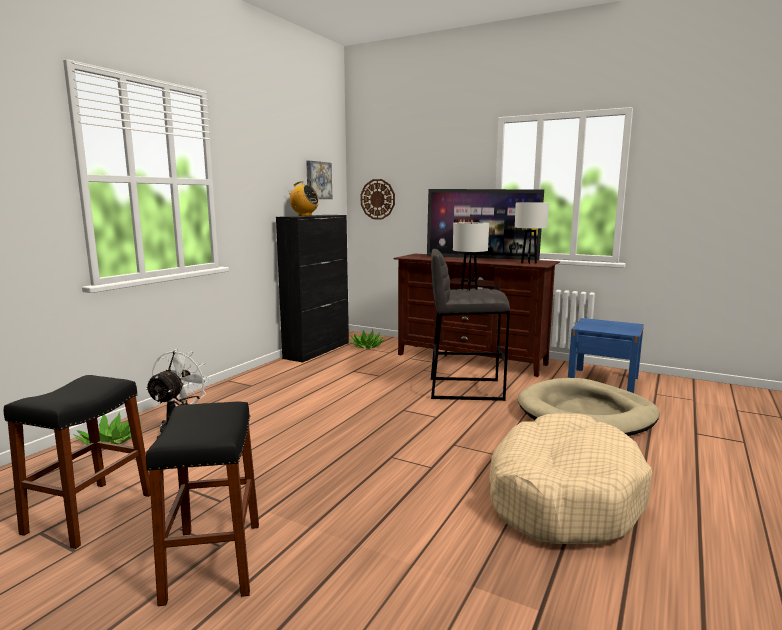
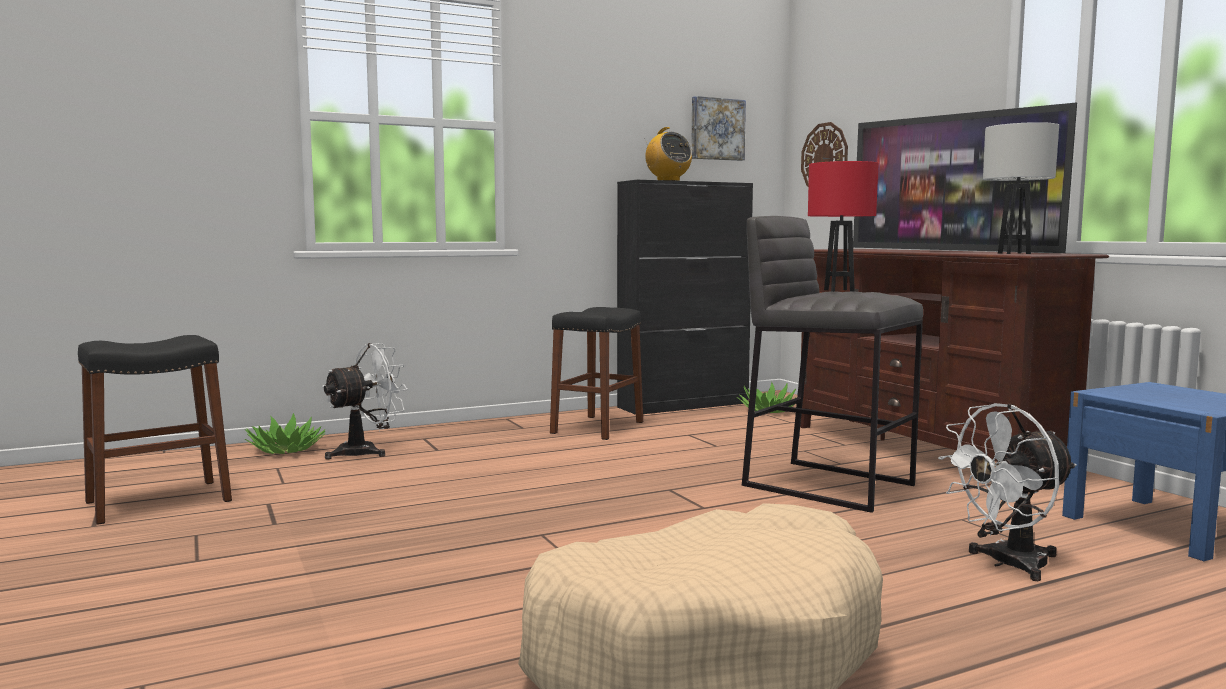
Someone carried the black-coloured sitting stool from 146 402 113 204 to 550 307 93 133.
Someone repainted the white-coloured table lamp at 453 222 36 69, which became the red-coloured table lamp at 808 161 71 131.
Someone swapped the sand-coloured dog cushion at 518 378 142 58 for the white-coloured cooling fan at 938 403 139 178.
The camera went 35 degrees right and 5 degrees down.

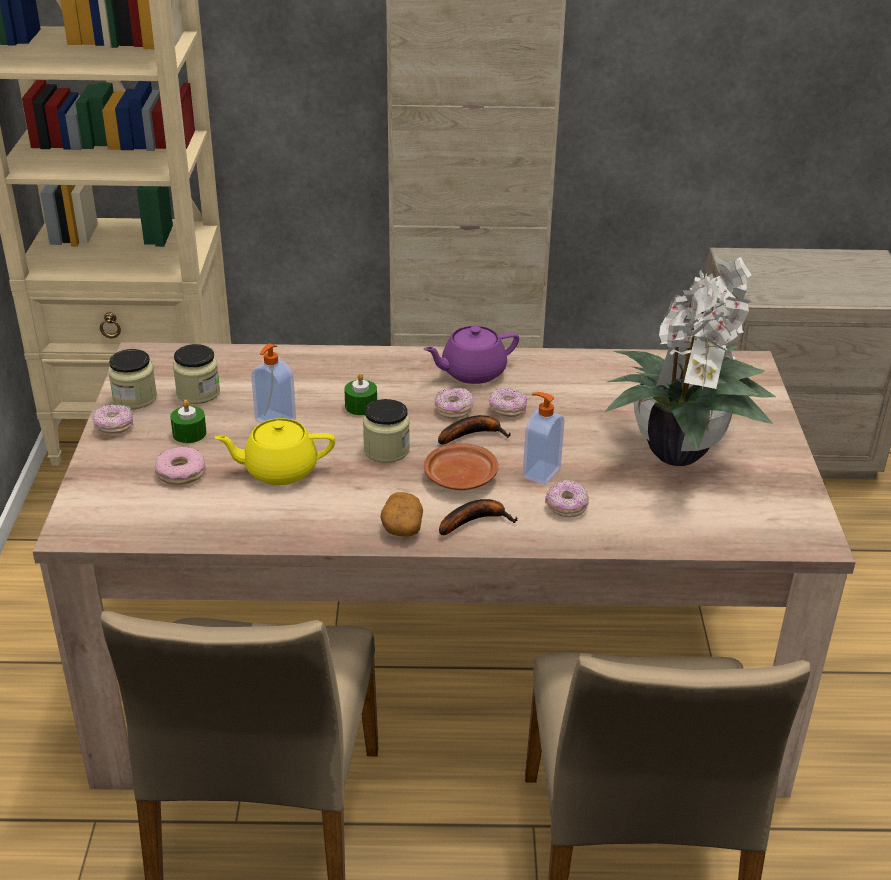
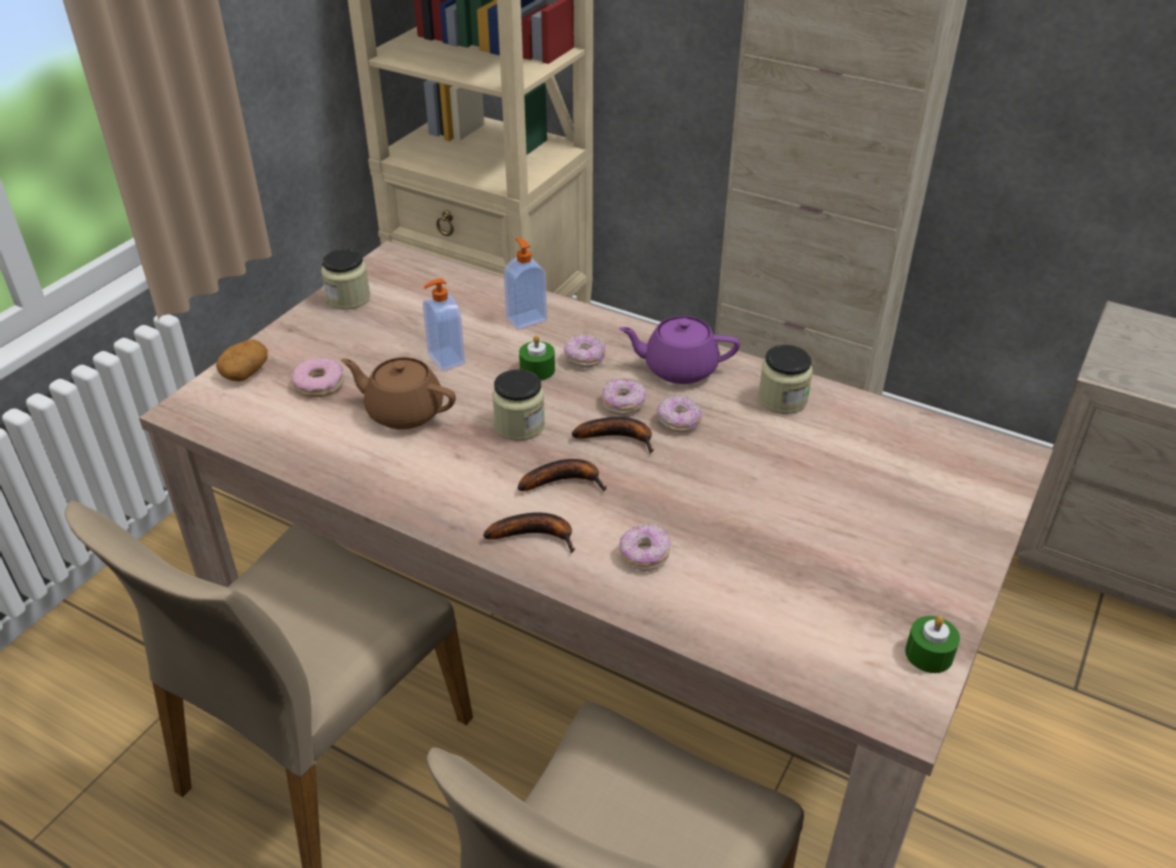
Someone carried the potato from 381 492 42 45 to 216 340 52 42.
Someone repainted the yellow tea pot at 214 418 121 67, which became the brown-coloured tea pot at 341 357 115 72.
Someone carried the soap dispenser from 523 392 42 93 to 504 238 43 92.
Someone swapped the brown-coloured dinner plate at 424 443 75 47 for the banana at 518 459 89 32.
Someone carried the donut from 92 405 41 29 to 564 334 42 33.
Someone carried the storage jar from 173 344 47 60 to 758 345 55 69.
Someone carried the greenish candle from 170 399 37 44 to 905 616 55 57.
Someone took away the houseplant at 604 255 172 211.
The camera went 30 degrees right and 5 degrees up.

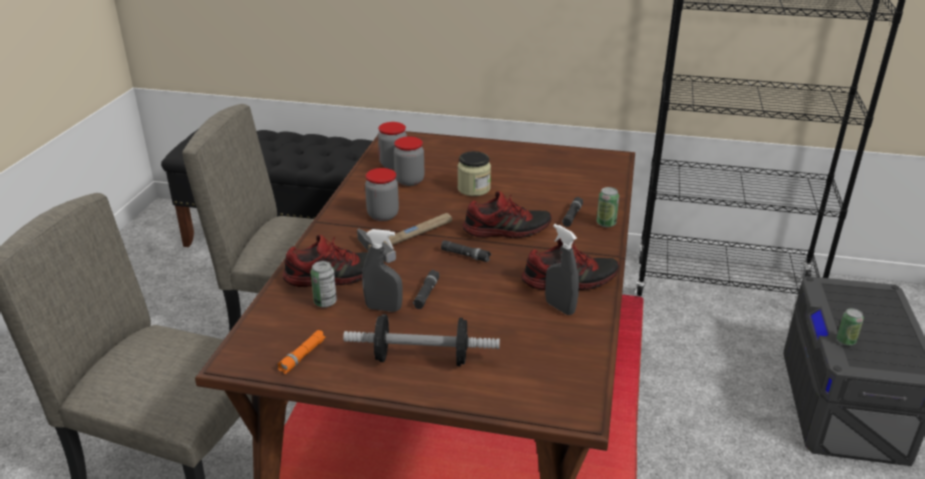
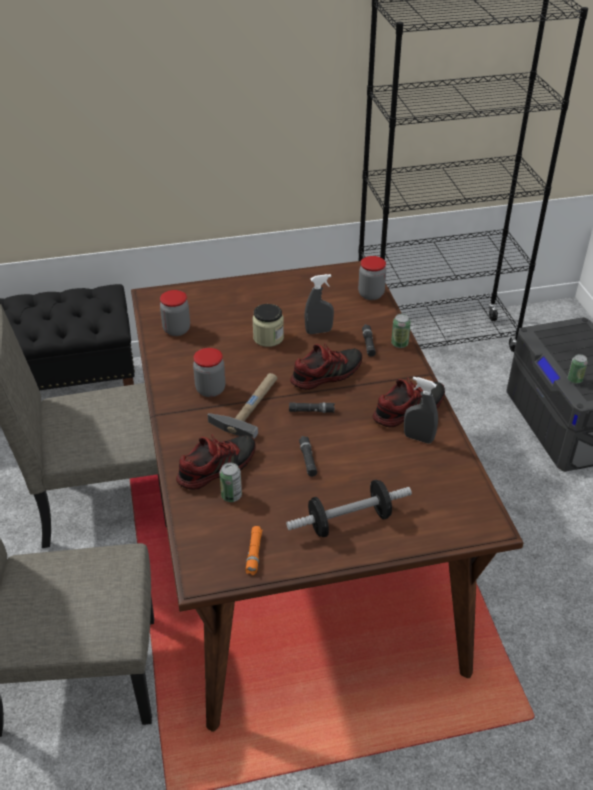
Someone carried the gray spray bottle from 362 229 40 83 to 304 274 30 60.
Someone carried the storage jar from 394 137 31 49 to 358 256 28 44.
The camera went 25 degrees left and 10 degrees up.

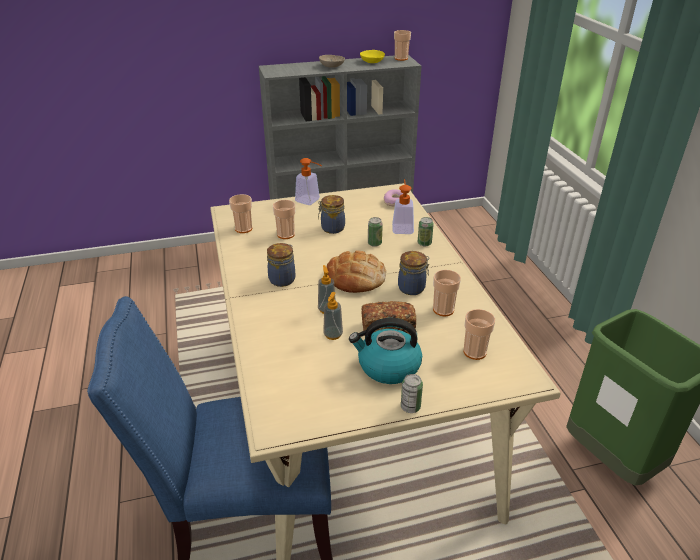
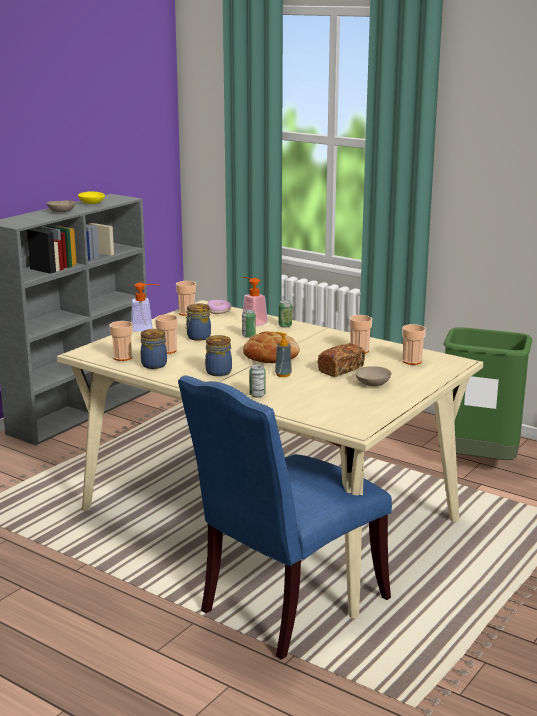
Someone carried the storage jar from 398 251 32 44 to 141 329 26 40.
Someone carried the small cup from 394 30 17 31 to 176 281 20 35.
Someone carried the can from 401 374 22 39 to 249 364 17 33.
Someone swapped the water kettle at 349 318 73 66 for the sand-coloured serving bowl at 355 366 37 20.
Someone took away the soap dispenser at 323 292 20 48.
The camera went 40 degrees left and 15 degrees down.

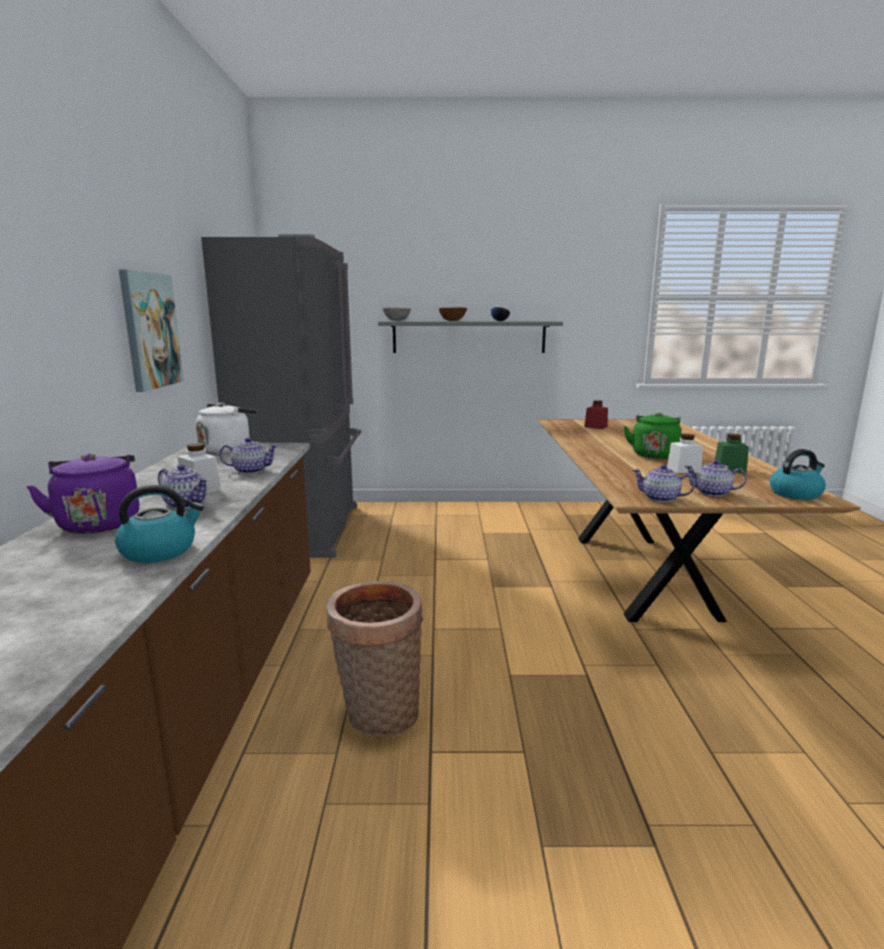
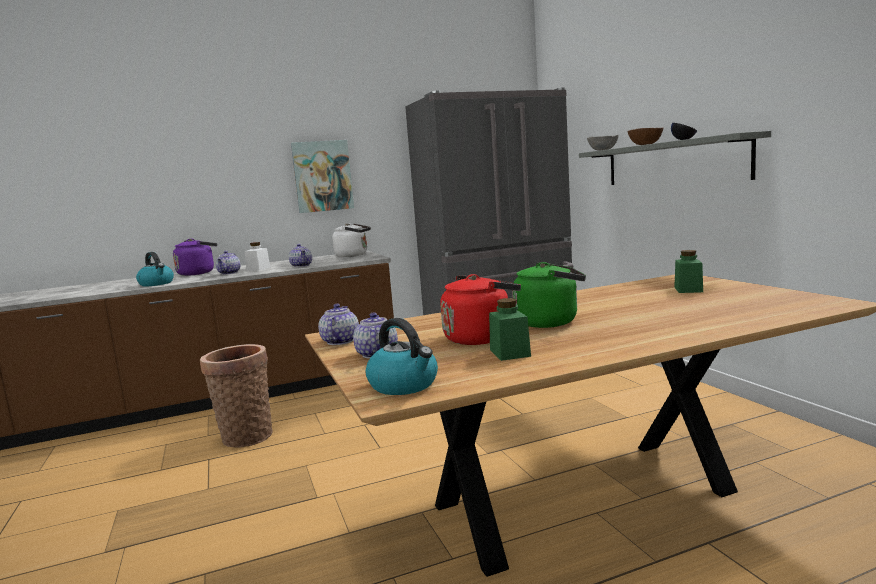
Someone swapped the white-coloured storage jar at 667 434 36 39 for the red-coloured water kettle at 440 274 81 71.
Someone repainted the red-coloured storage jar at 584 400 24 29, which became the greenish storage jar at 674 250 29 43.
The camera went 70 degrees right and 5 degrees down.

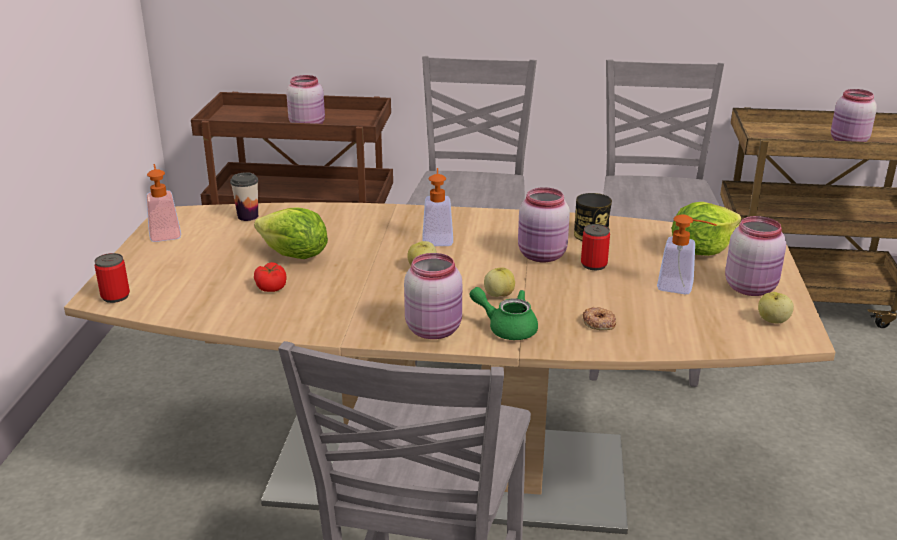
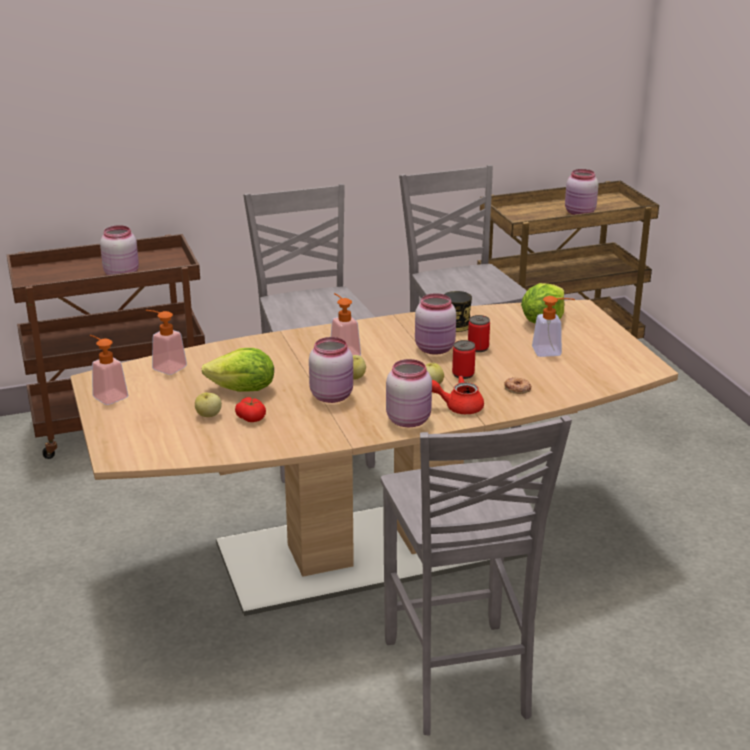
Someone swapped the small cup at 230 172 28 49 for the soap dispenser at 146 310 41 65.
Someone carried the whole apple from 758 292 36 32 to 195 392 27 25.
Someone carried the pink storage jar from 725 216 61 80 to 309 337 44 66.
Someone repainted the greenish tea pot at 470 287 68 53, which became the red-coloured tea pot at 432 376 52 38.
Someone carried the can from 94 253 36 50 to 452 340 24 39.
The camera went 25 degrees left and 0 degrees up.

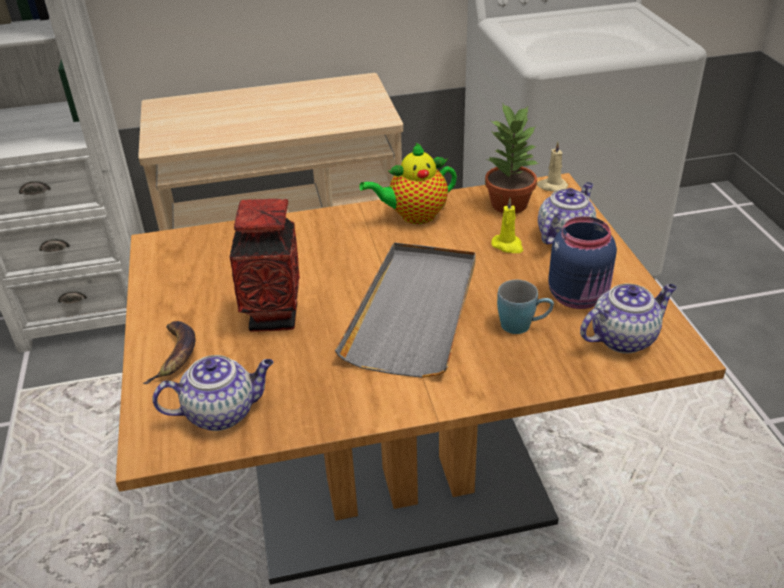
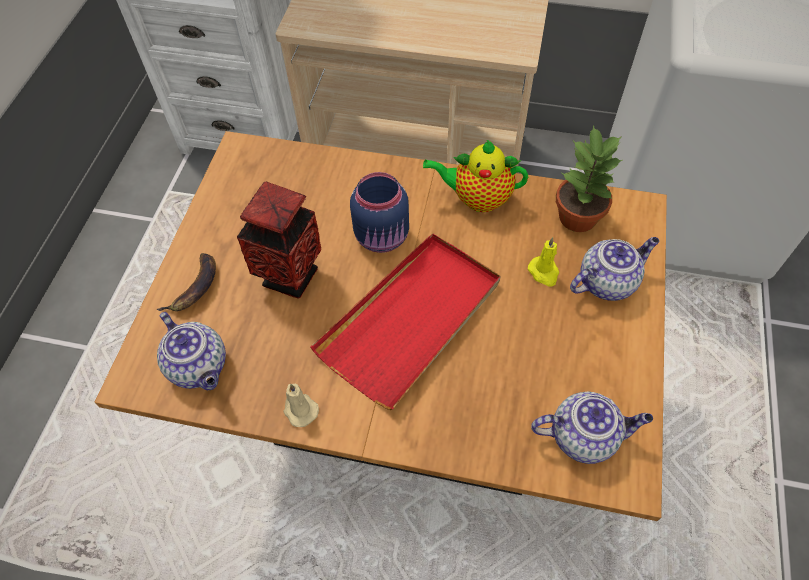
Someone rotated the tea pot at 152 355 122 76 by 45 degrees clockwise.
Someone carried the sand-coloured candle from 537 141 31 51 to 284 384 35 43.
Someone repainted the gray serving tray at 335 243 141 135, which became the red-coloured serving tray at 311 233 189 177.
Someone carried the blue storage jar from 548 216 69 93 to 350 172 59 81.
Someone took away the blue coffee mug at 497 280 57 54.
The camera went 25 degrees right and 20 degrees up.

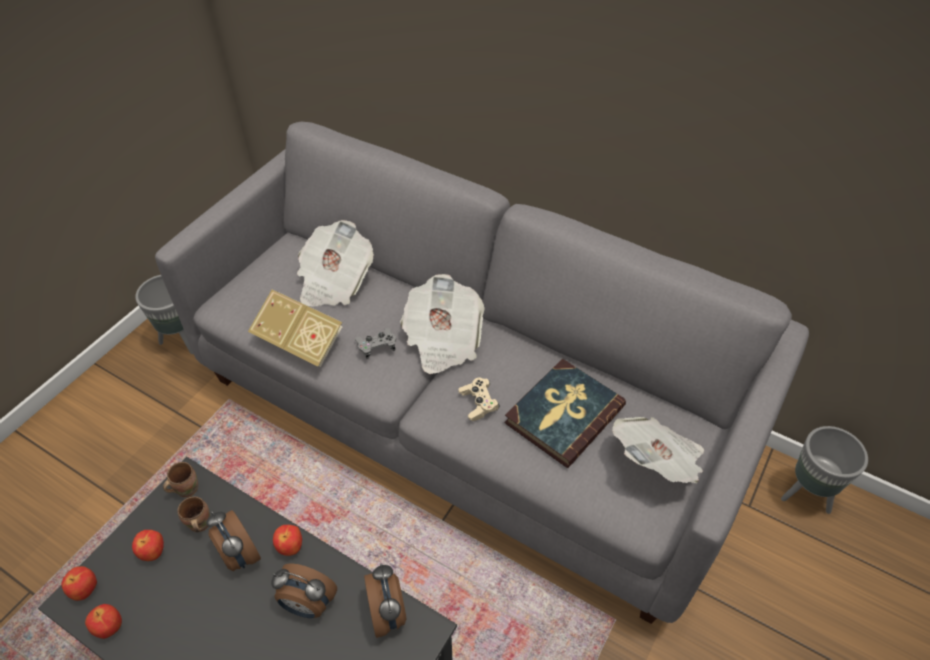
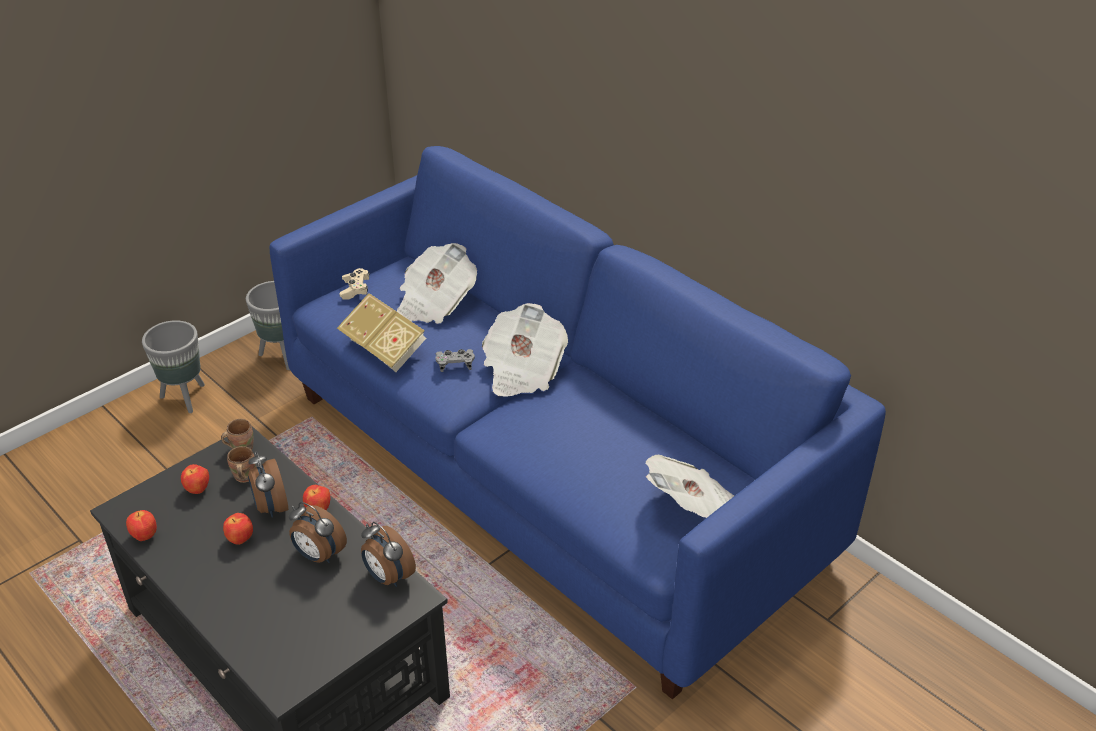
Someone carried the gray plant pot from 781 426 87 88 to 142 320 63 93.
Someone carried the whole apple from 61 566 36 35 to 223 513 30 32.
Someone repainted the gray sofa at 155 122 654 502, which became the blue sofa at 270 146 616 553.
Someone carried the sand-coloured game controller from 458 378 42 43 to 339 268 31 32.
Someone rotated the table clock at 364 564 43 74 by 135 degrees clockwise.
Someone took away the volume at 505 359 121 109.
The camera went 15 degrees right and 10 degrees down.

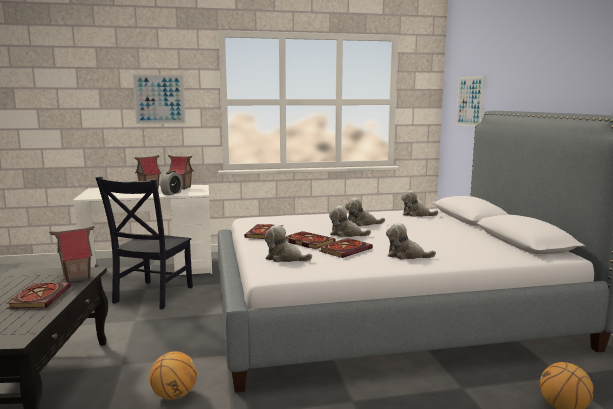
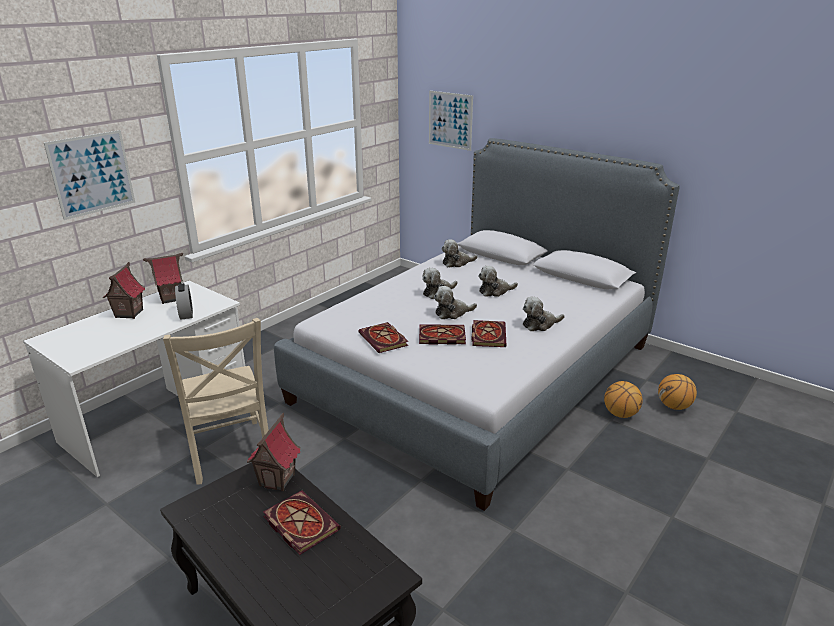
Someone repainted the black-coloured upright chair at 95 177 98 132, which became the sand-coloured upright chair at 163 318 106 167.
Someone carried the plush toy from 265 225 47 37 to 478 266 40 31.
Someone carried the ball for basketball from 149 351 48 49 to 604 381 39 37.
The camera went 40 degrees left and 15 degrees up.

